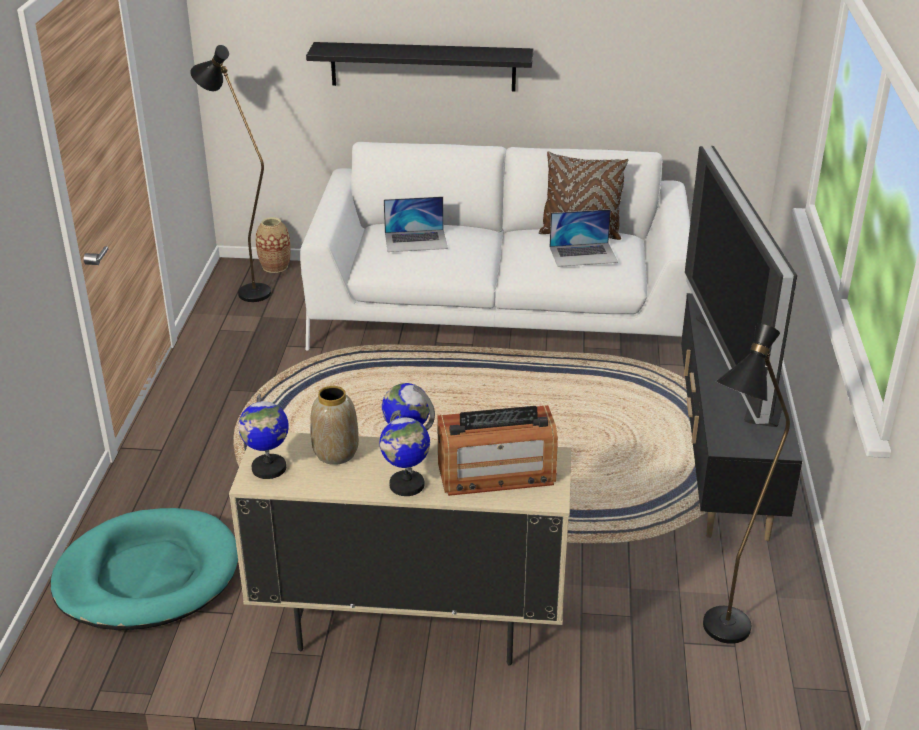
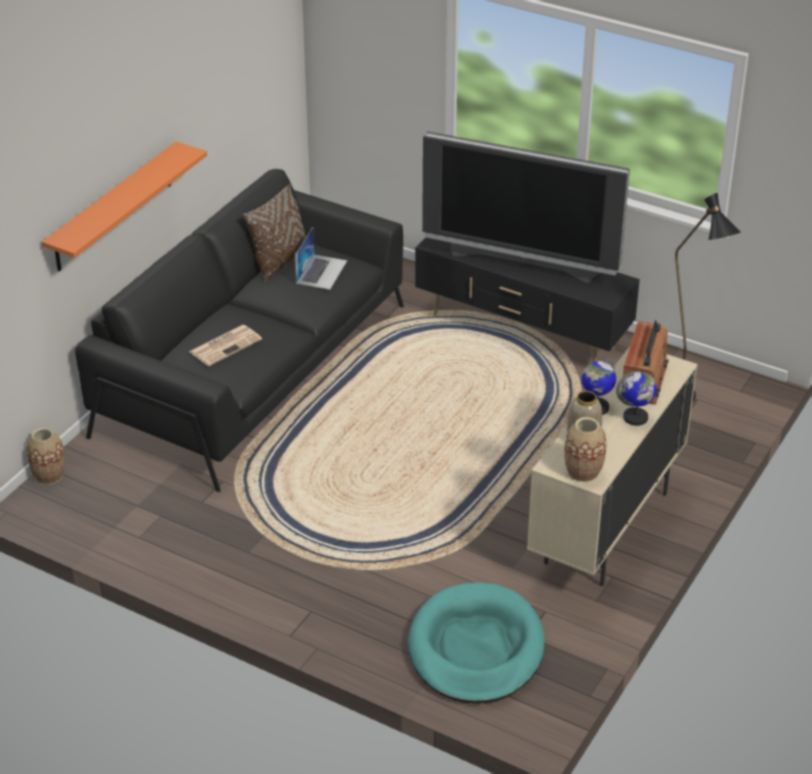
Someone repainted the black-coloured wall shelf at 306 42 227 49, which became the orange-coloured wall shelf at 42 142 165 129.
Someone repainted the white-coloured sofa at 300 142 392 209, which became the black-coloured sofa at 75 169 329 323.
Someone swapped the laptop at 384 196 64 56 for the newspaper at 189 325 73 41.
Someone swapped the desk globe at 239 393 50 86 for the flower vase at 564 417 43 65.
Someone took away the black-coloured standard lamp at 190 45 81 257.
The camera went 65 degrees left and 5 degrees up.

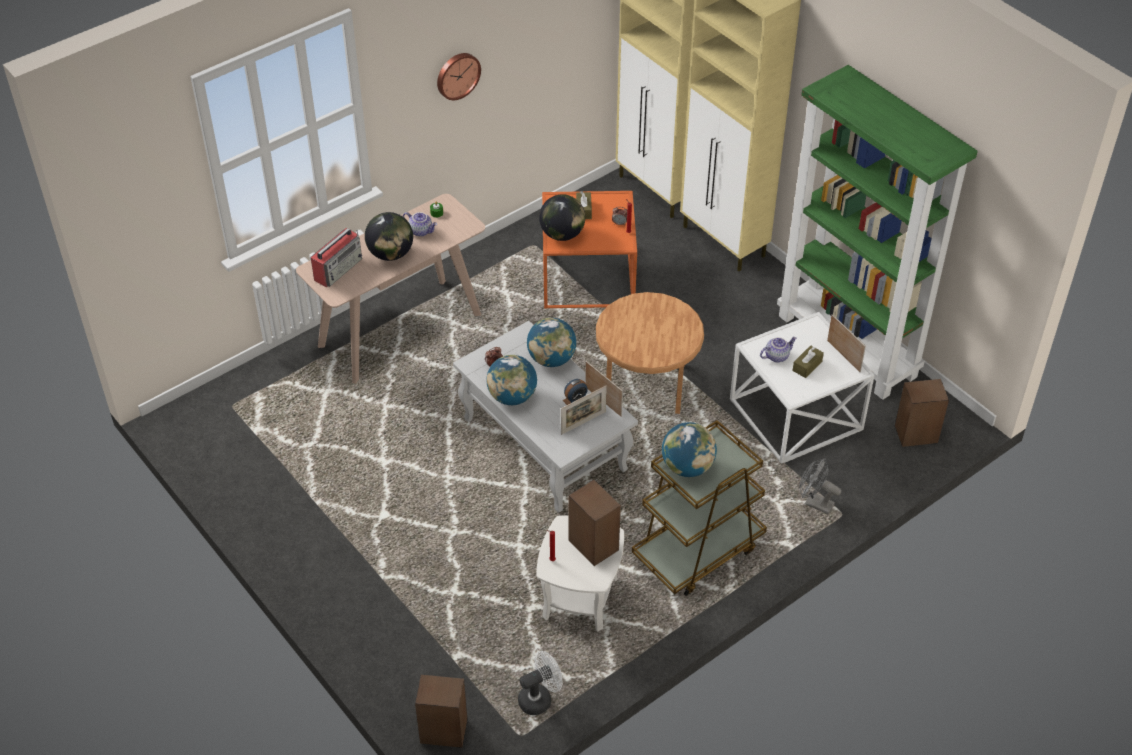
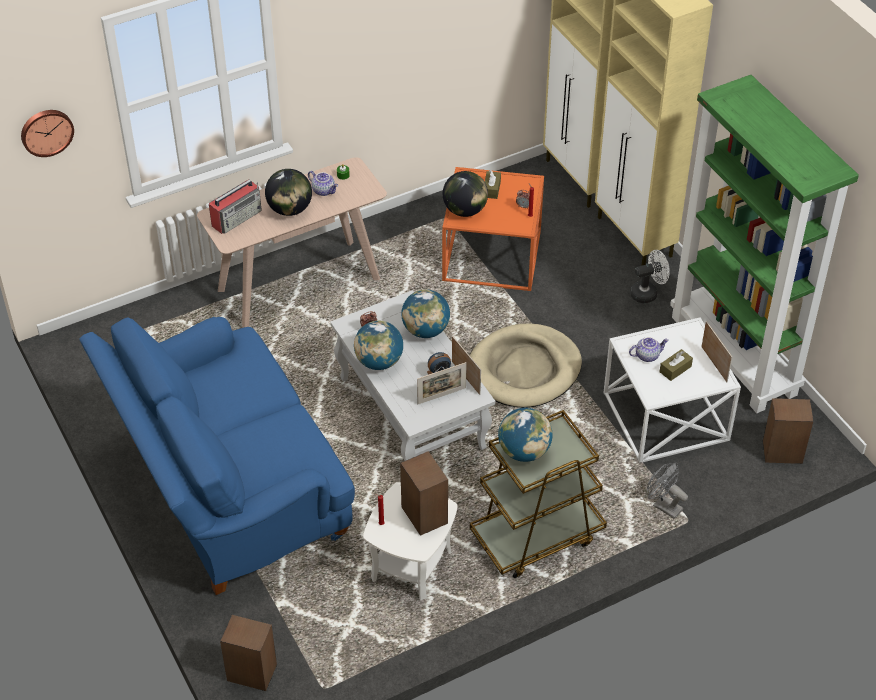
Someone carried the wall clock from 437 53 44 47 to 21 110 53 47.
Someone put down the blue sofa at 79 317 276 278.
Someone swapped the brown-coloured side table at 596 292 108 122 for the sand-coloured dog cushion at 470 323 112 85.
Someone carried the white-coloured cooling fan from 518 651 44 64 to 630 250 40 53.
The camera went 10 degrees right and 0 degrees up.

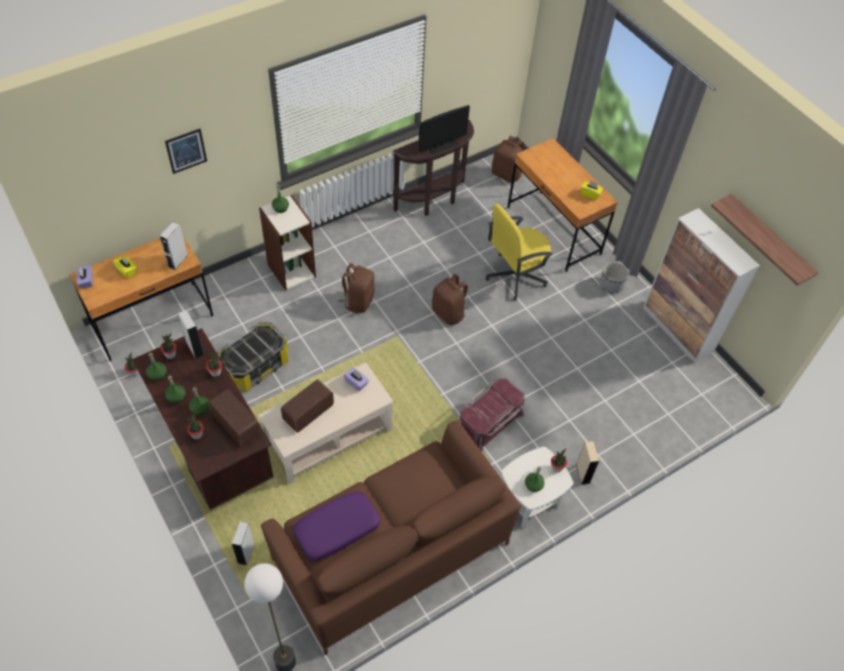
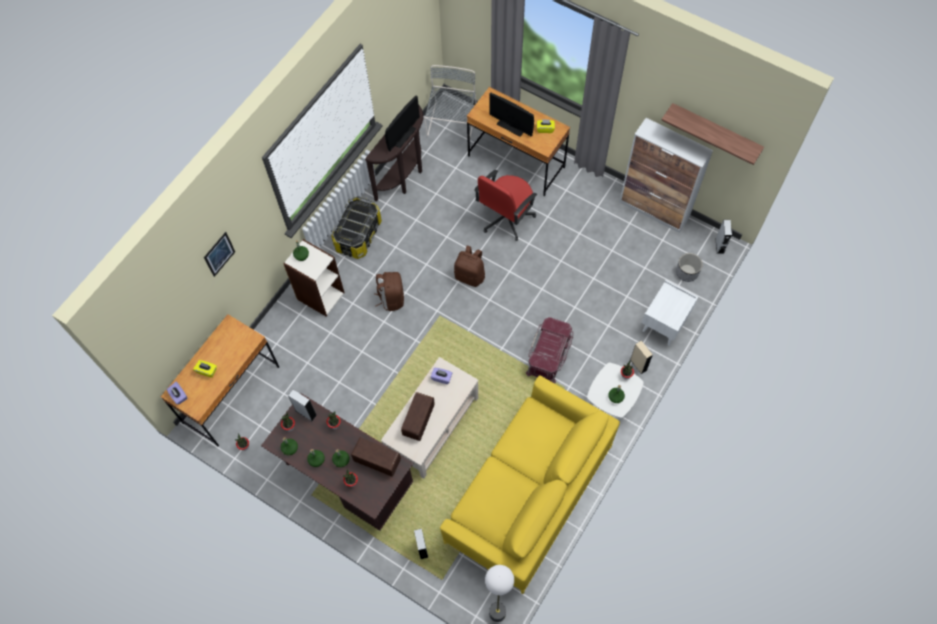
Someone carried the storage box from 218 322 71 70 to 331 196 51 63.
Someone swapped the brown-coloured knapsack at 492 136 32 47 for the gray upright chair at 424 65 53 72.
Someone repainted the brown-coloured sofa at 261 420 260 235, which became the yellow sofa at 440 375 180 219.
Someone repainted the yellow desk chair at 485 204 68 97, which became the red-coloured desk chair at 474 170 63 71.
Someone put down the computer display at 489 93 45 44.
Someone put down the white-coloured night table at 642 280 56 66.
Someone carried the plant pot from 600 262 29 31 to 676 253 27 29.
Someone carried the gray loudspeaker from 160 222 28 48 to 715 220 17 34.
Someone took away the purple pillow at 293 491 87 70.
The camera went 20 degrees left and 10 degrees up.

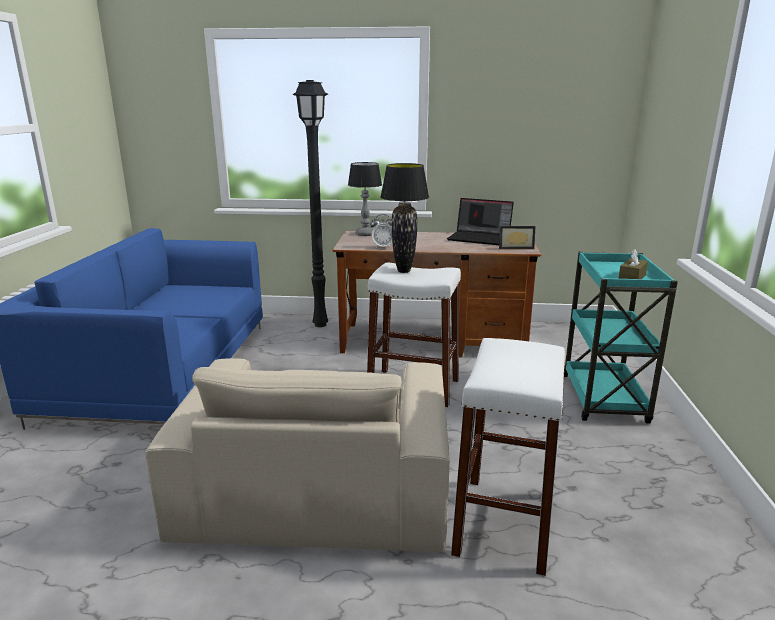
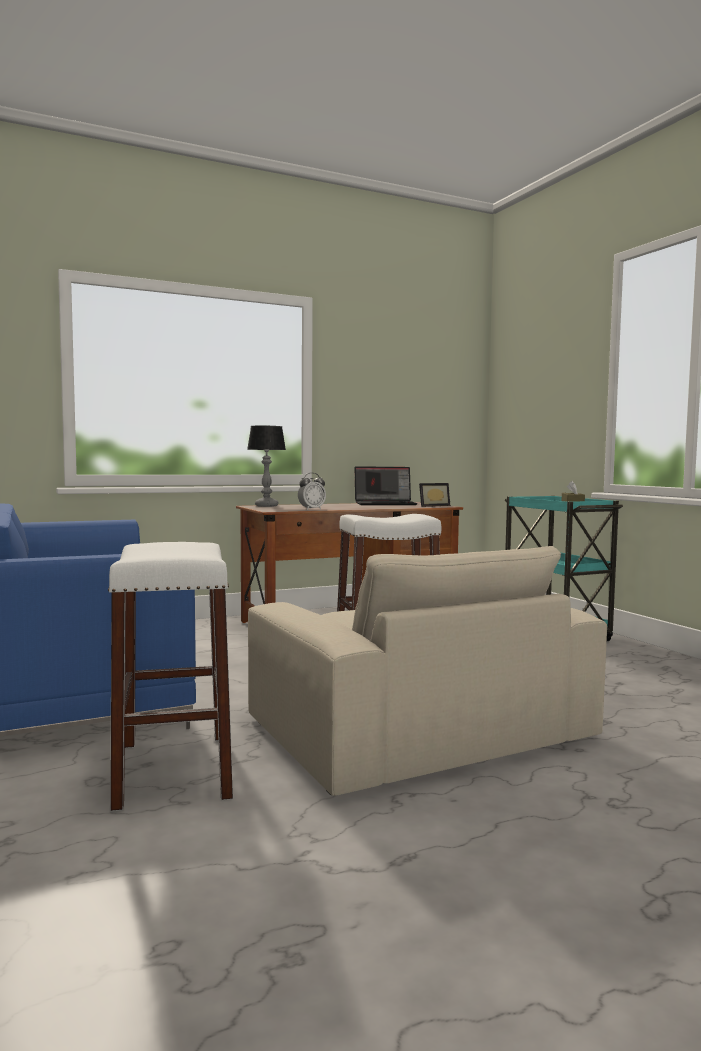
Someone carried the white-coloured sitting stool from 451 338 114 238 to 108 542 125 269.
Someone took away the black-coloured standard lamp at 292 80 36 247.
Someone took away the black-coloured table lamp at 380 163 49 110.
The camera went 30 degrees left and 15 degrees down.

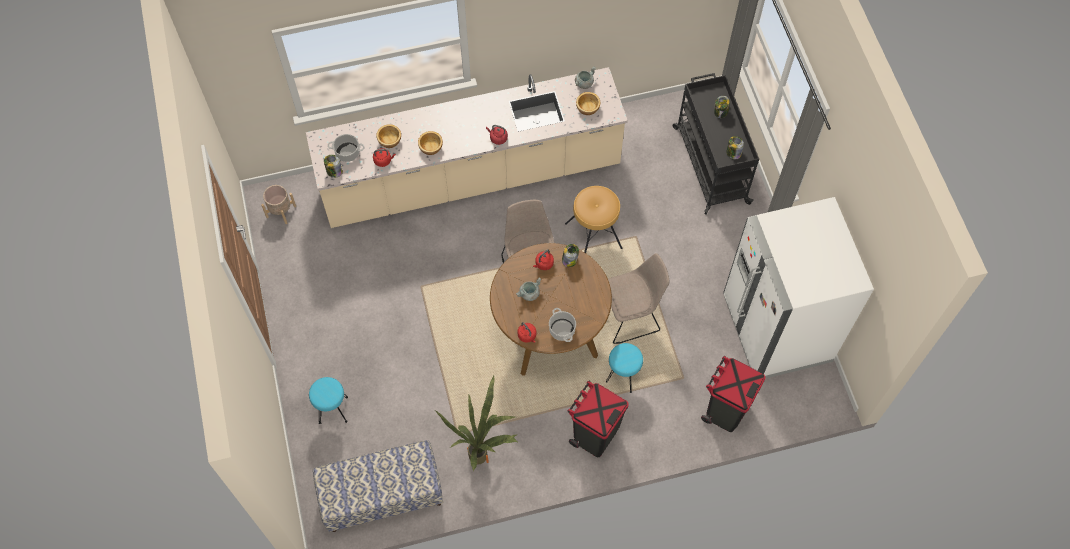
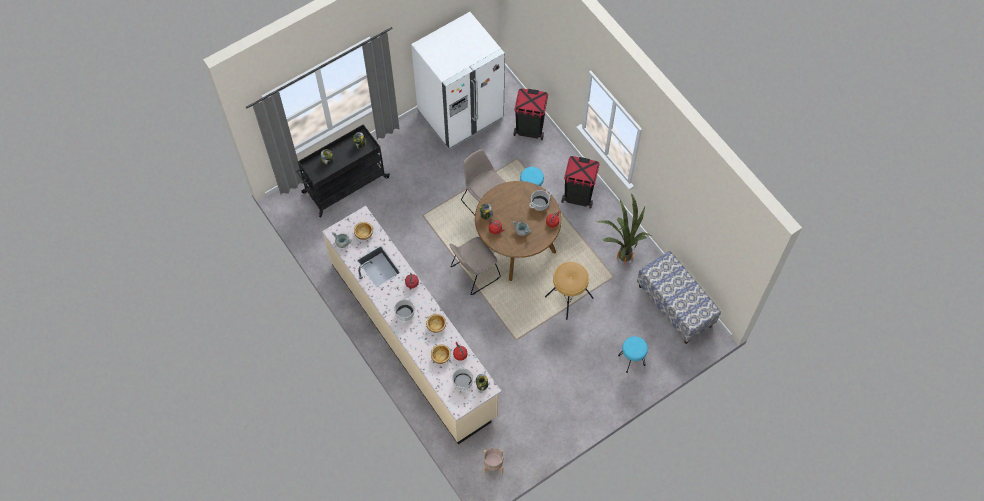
Someone put down the stockpot at 394 297 20 26.
Someone carried the brown-coloured sitting stool from 565 186 57 67 to 545 262 49 58.
The camera went 110 degrees left and 0 degrees up.

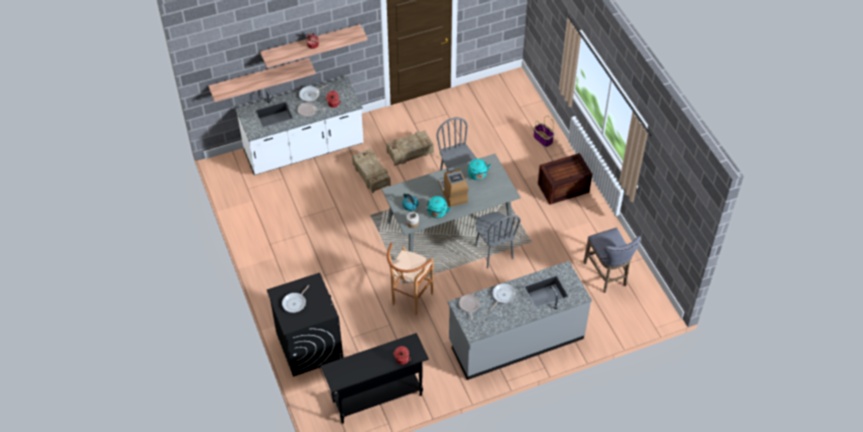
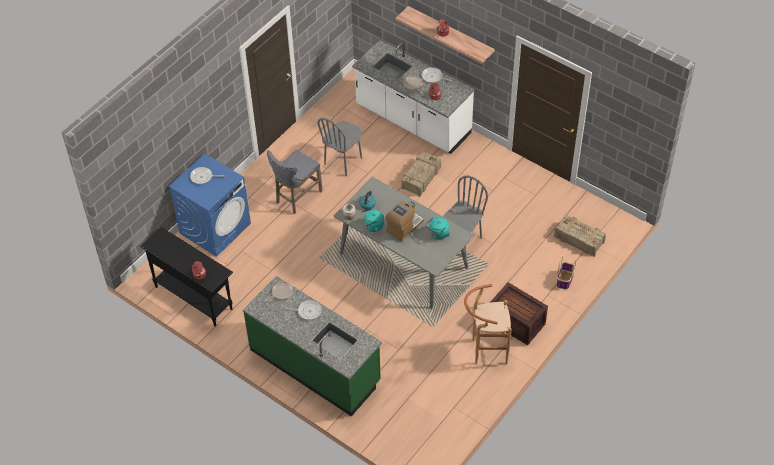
Someone repainted the black-coloured laundry appliance at 267 273 76 104, which became the blue laundry appliance at 168 153 83 104.
Someone repainted the gray kitchen base unit at 448 261 144 119, which became the greenish kitchen base unit at 243 276 139 140.
Someone carried the gray sitting stool from 583 228 59 65 to 267 150 56 64.
Someone carried the gray upright chair from 475 212 45 56 to 317 118 45 58.
Someone carried the brown-coloured sitting stool from 387 243 46 72 to 464 284 47 80.
Someone carried the packing crate from 386 131 48 35 to 554 215 52 42.
Someone took away the wall shelf at 209 58 107 44.
The camera went 60 degrees right and 0 degrees up.

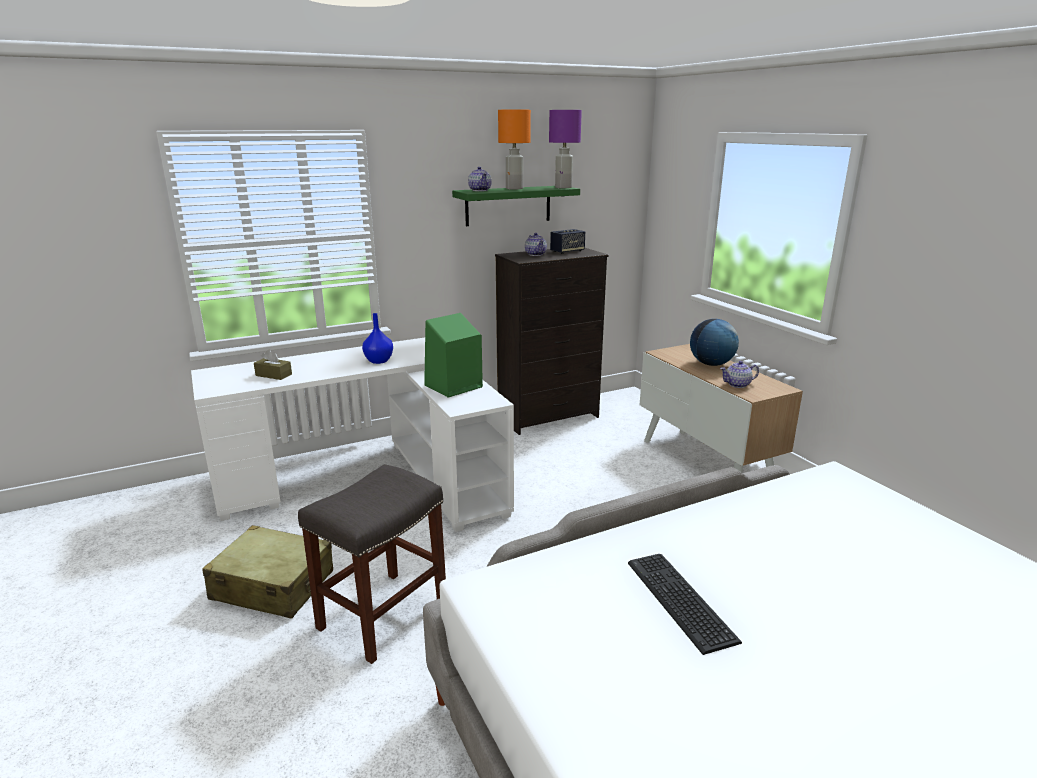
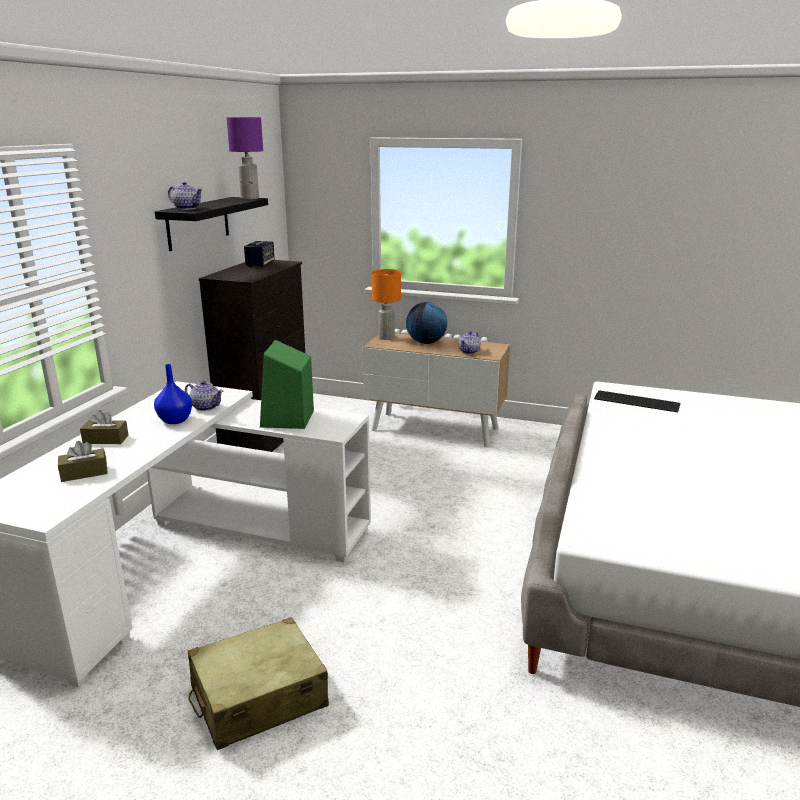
Someone put down the brown-coloured tissue box at 80 410 49 34.
Someone repainted the greenish wall shelf at 452 186 128 40, which became the black-coloured wall shelf at 155 197 113 54.
Someone carried the tea pot from 525 233 22 23 to 185 381 38 30.
Someone carried the orange-coloured table lamp from 498 109 33 81 to 372 269 29 71.
Someone carried the keyboard from 628 554 114 101 to 594 390 86 22.
Someone took away the gray sitting stool at 298 464 148 200.
The camera went 45 degrees left and 0 degrees up.

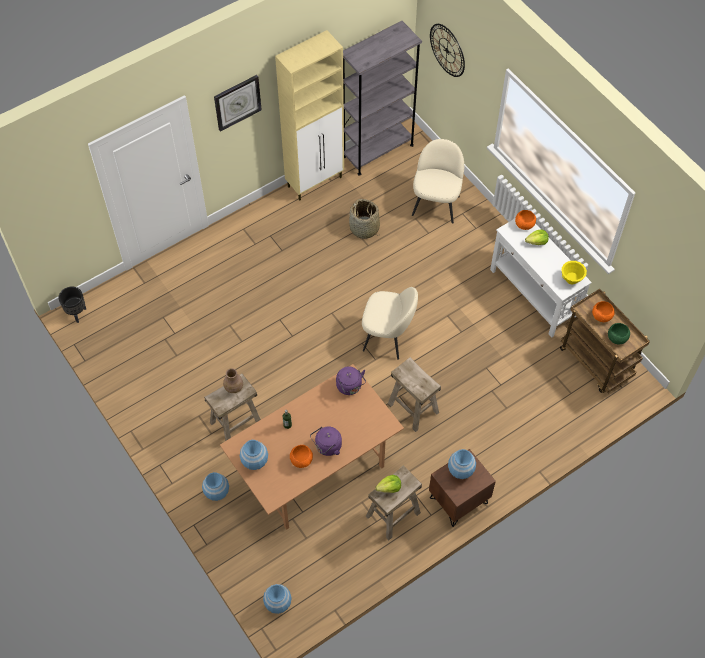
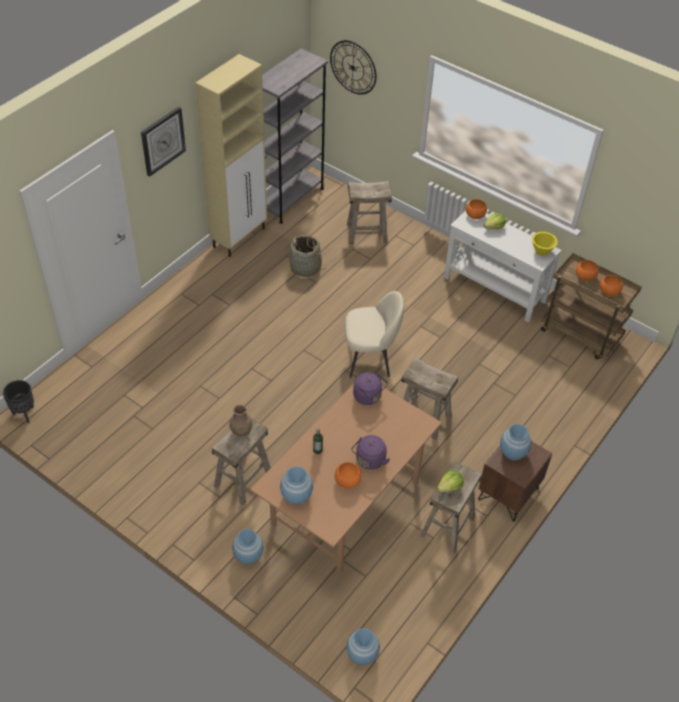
Someone swapped the sand-coloured upright chair at 412 139 52 85 for the sand-coloured sitting stool at 347 181 45 63.
Someone repainted the greenish serving bowl at 608 323 22 21, which became the orange-coloured serving bowl at 600 275 23 22.
The camera went 20 degrees left and 10 degrees down.

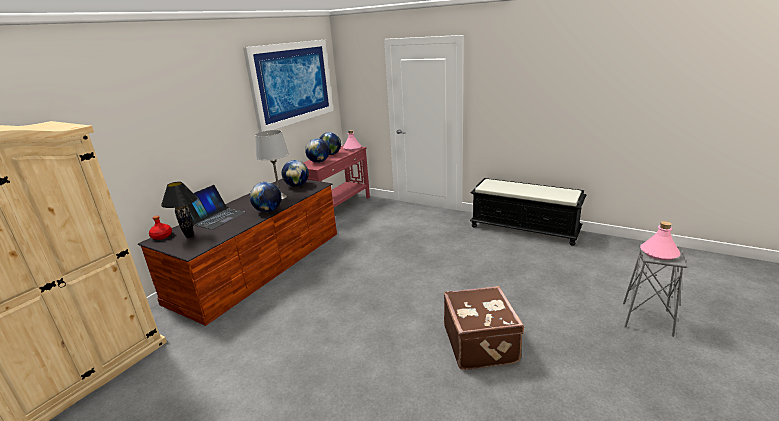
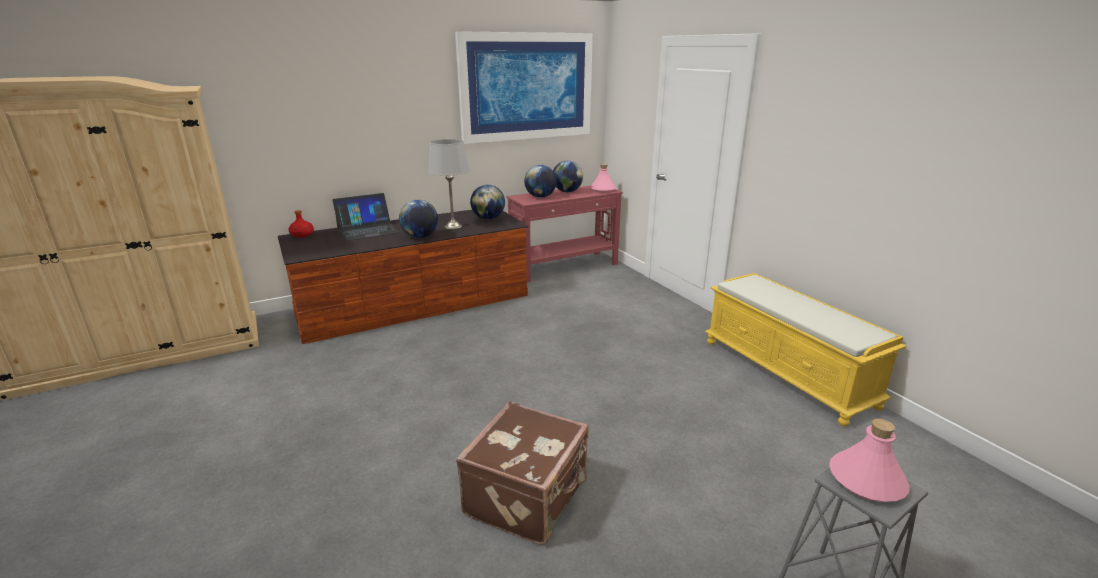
Someone repainted the black-coloured indoor bench at 470 178 117 68, which became the yellow indoor bench at 705 273 202 153.
Someone took away the black-coloured table lamp at 161 182 36 56.
The camera went 30 degrees right and 0 degrees up.

